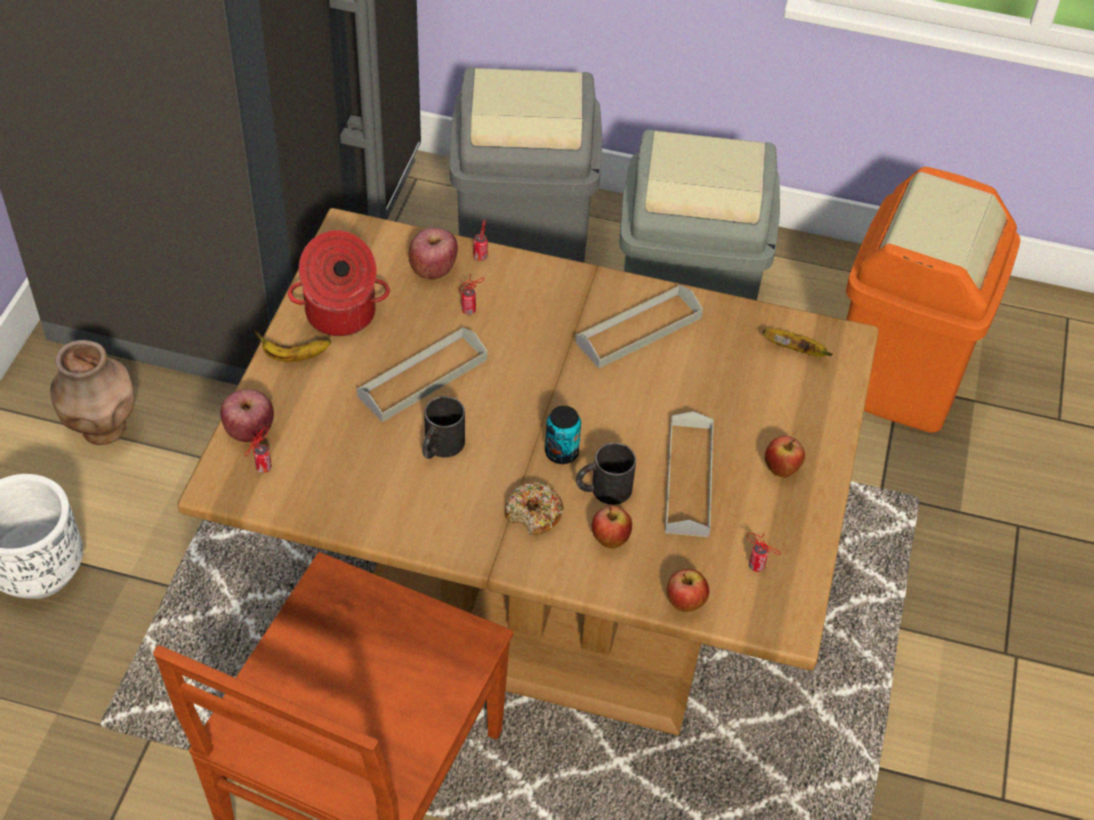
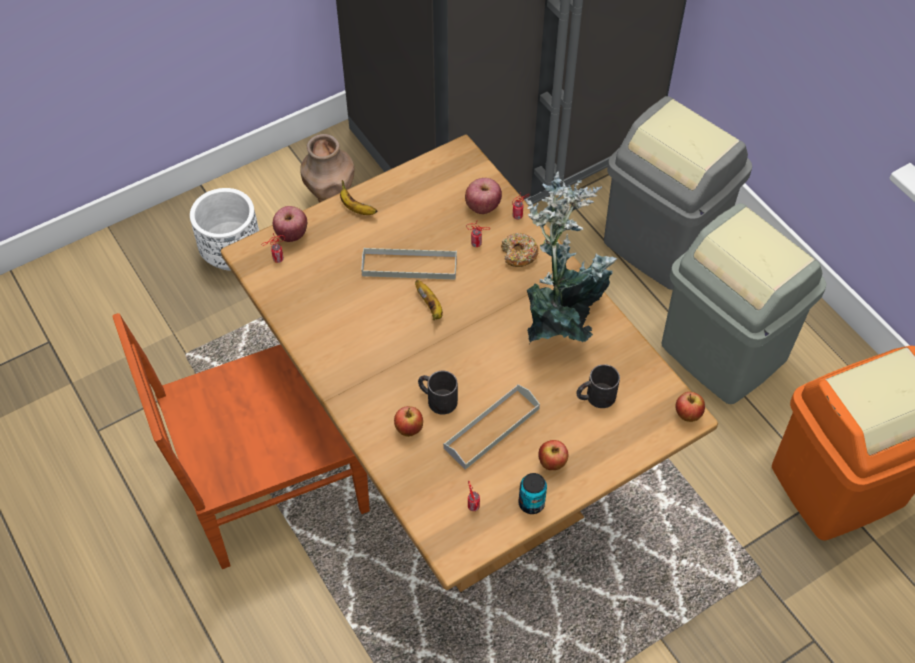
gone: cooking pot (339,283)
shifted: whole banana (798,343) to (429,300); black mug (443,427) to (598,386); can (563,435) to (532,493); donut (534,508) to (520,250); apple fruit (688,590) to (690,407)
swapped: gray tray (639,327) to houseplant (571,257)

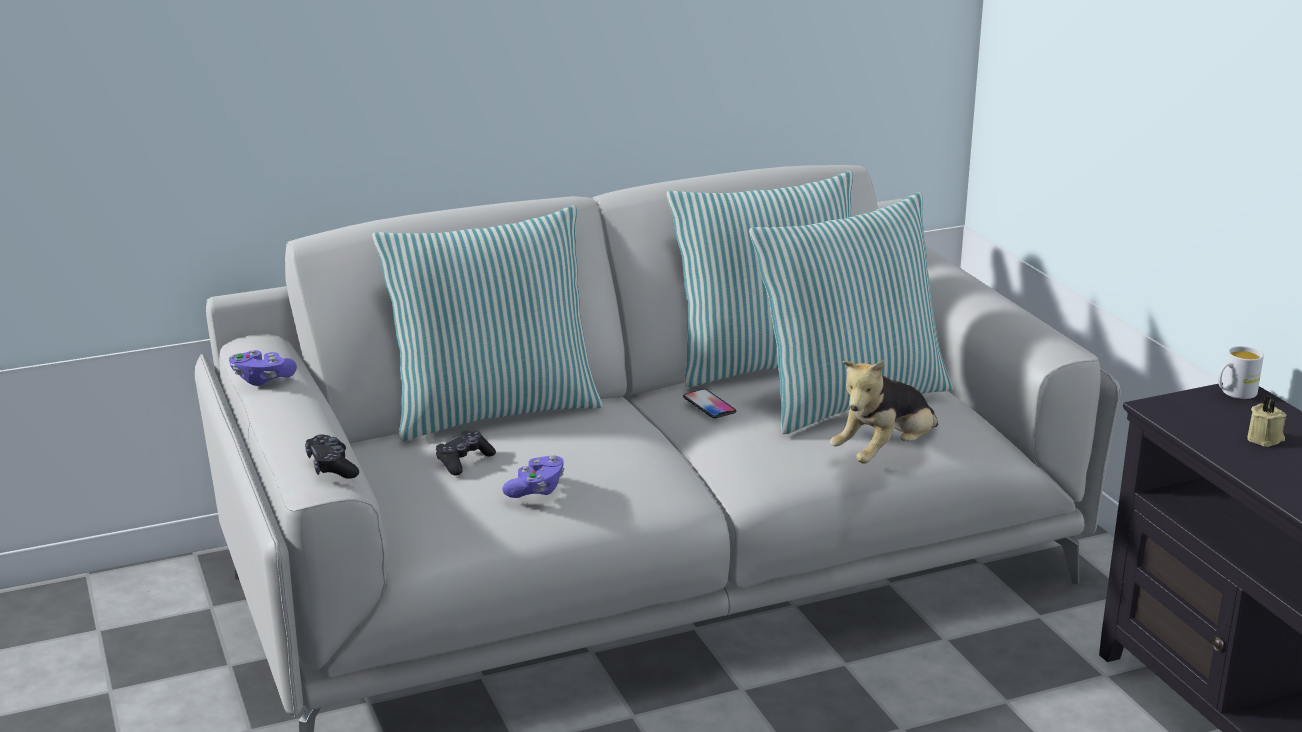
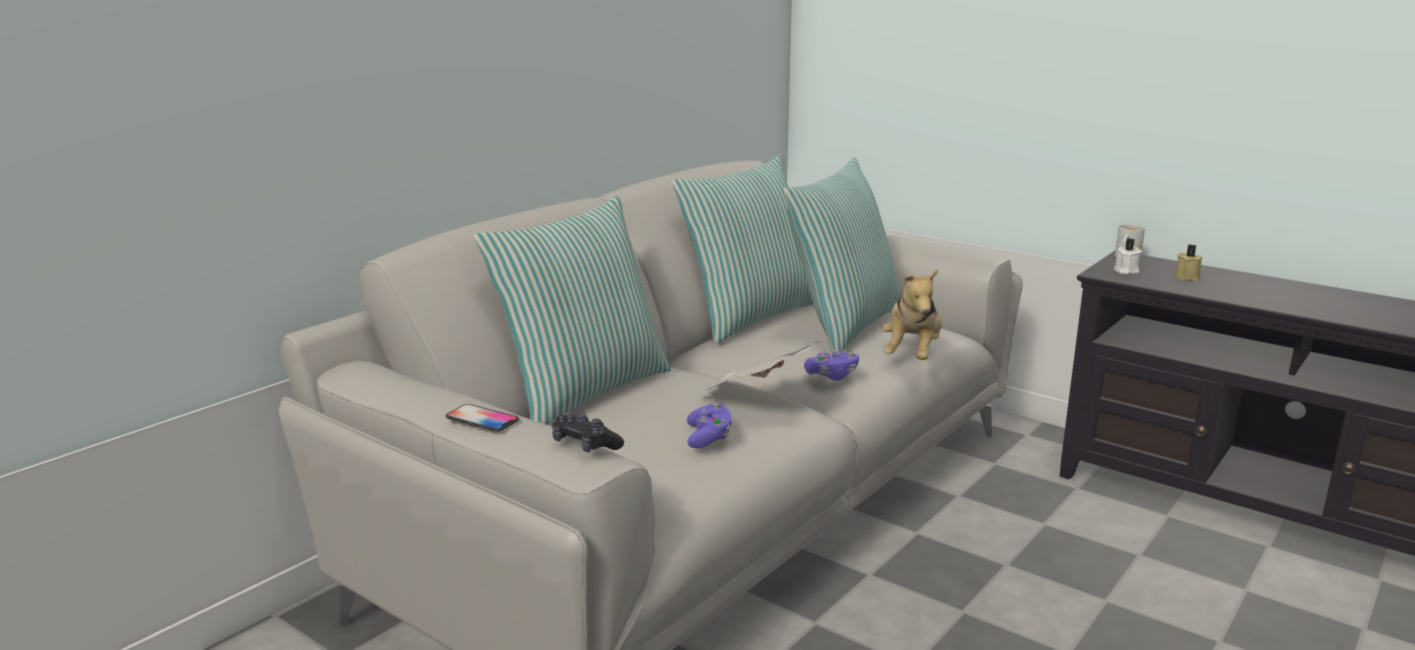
gone: black game controller (466,453)
new: whitish wax light (1127,256); daily paper (763,365)
shifted: purple game controller (263,368) to (831,366); phone (709,403) to (482,418)

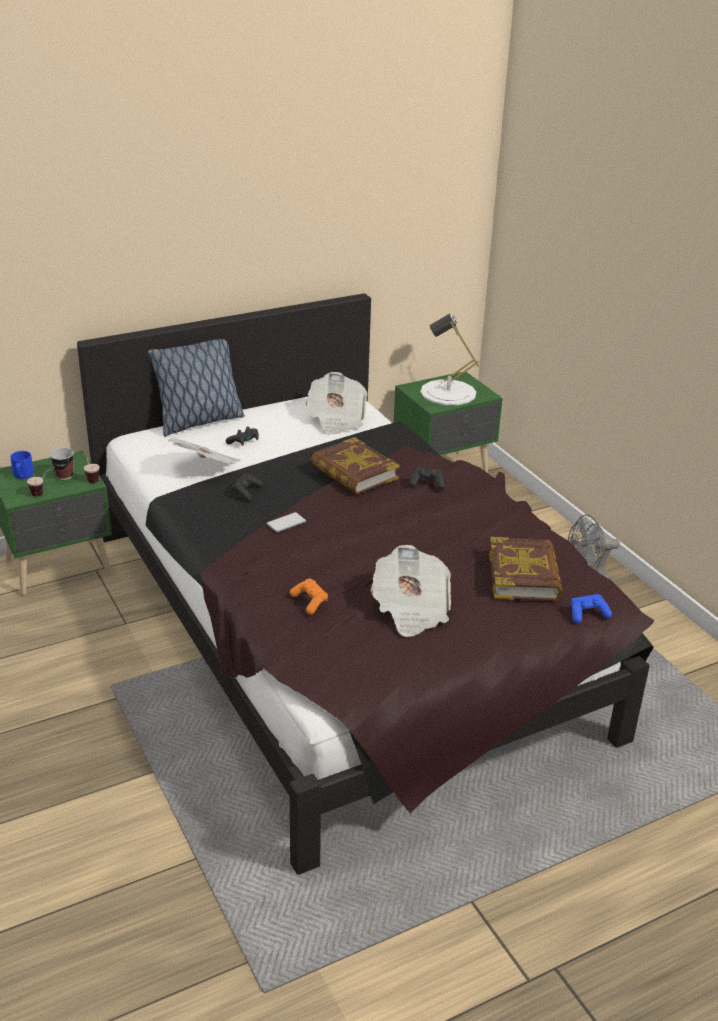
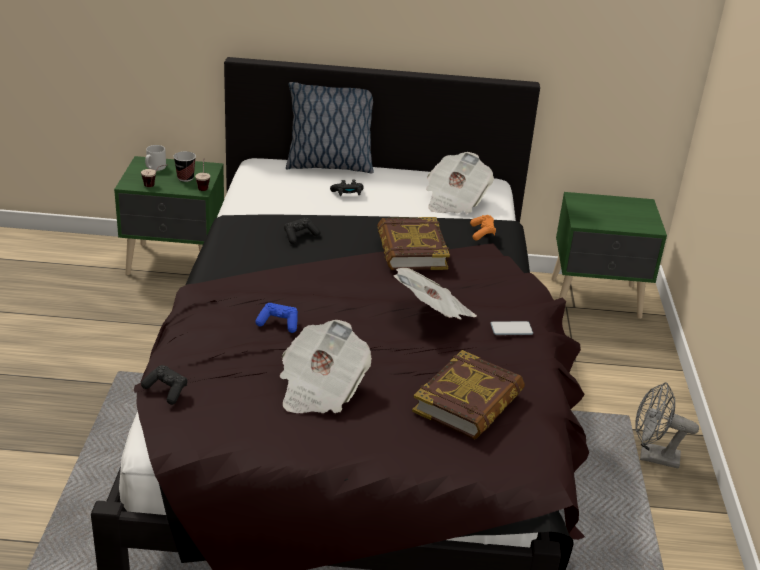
gone: whitish table lamp (449,359)
shifted: daily paper (204,451) to (435,293); black game controller (427,478) to (164,385); phone (286,522) to (511,328); orange game controller (309,597) to (483,228); bluish game controller (591,609) to (277,318)
repainted: bluish mug (22,465) to gray mug (155,158)

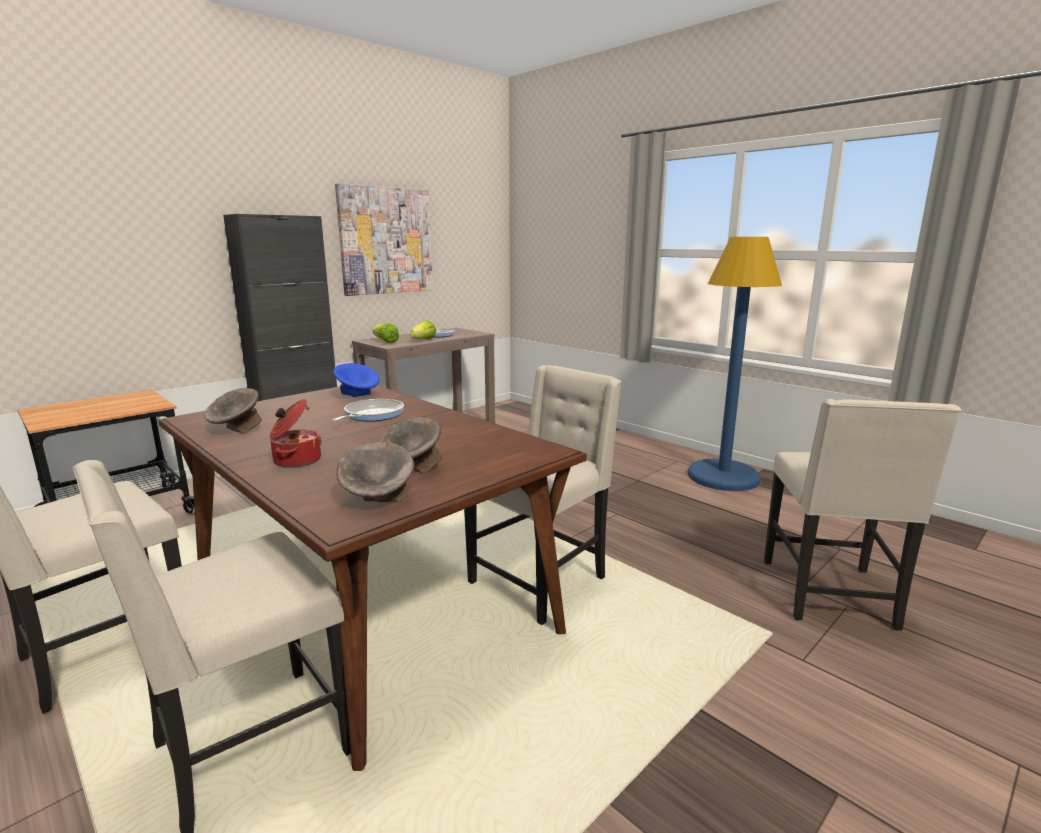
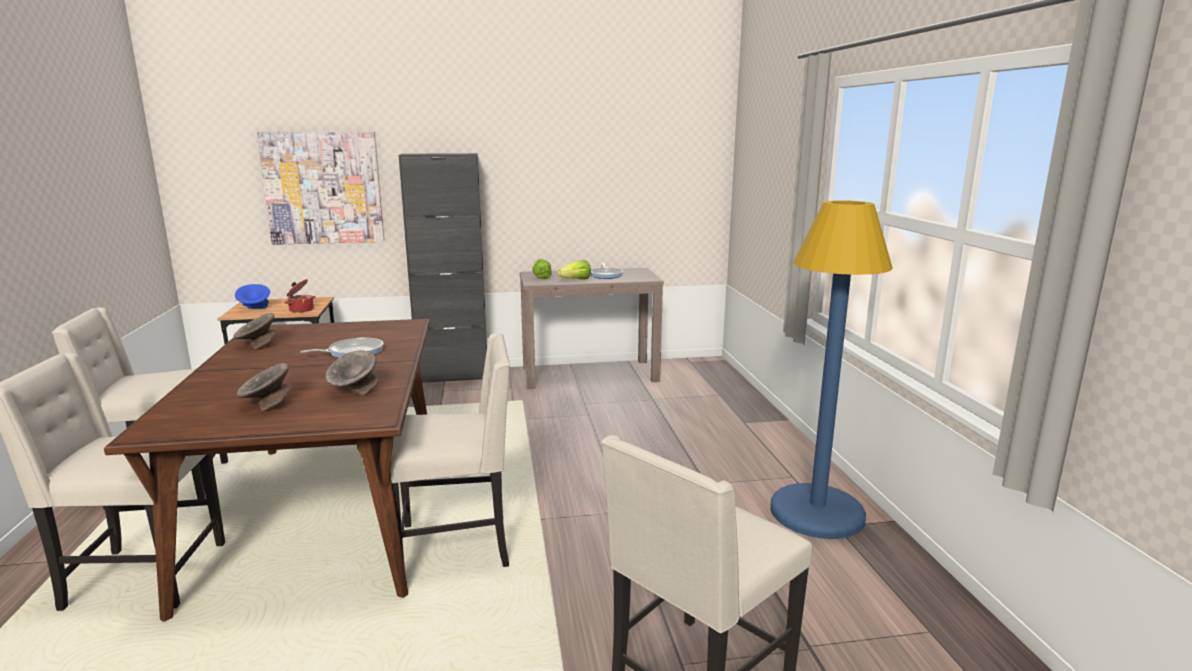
shifted: wall picture (384,239) to (320,188); bluish bowl (356,380) to (252,296); cooking pot (296,433) to (300,296); gray bowl (375,472) to (352,372)

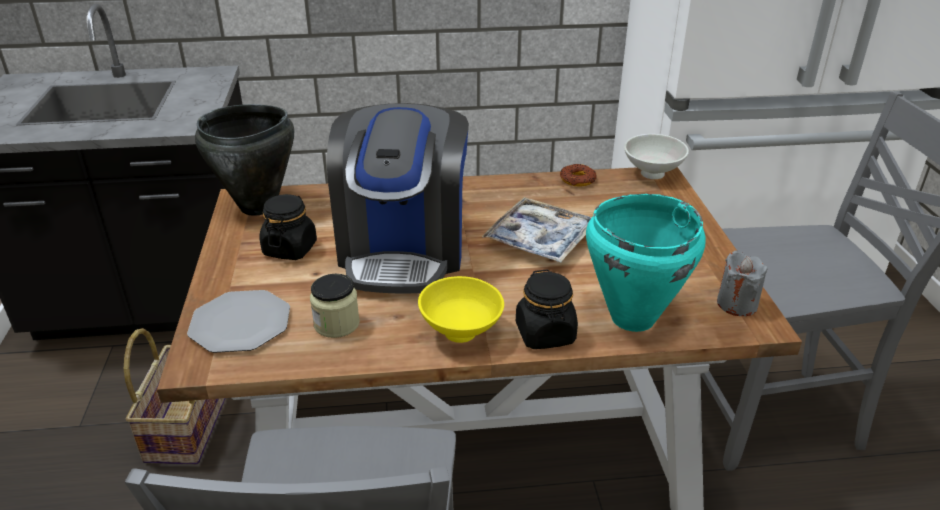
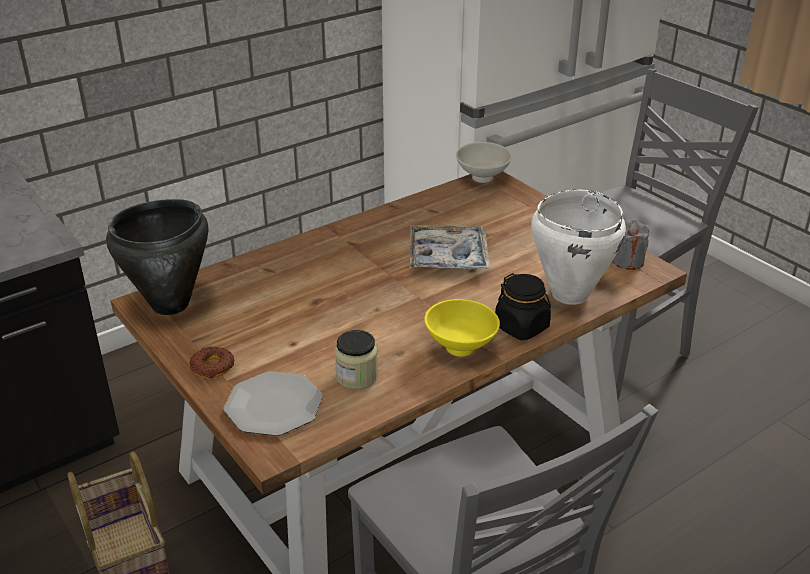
gone: coffee machine (398,198); black storage jar (288,227)
shifted: donut (578,175) to (212,362)
repainted: blue-green cooking pot (646,263) to whitish cooking pot (578,247)

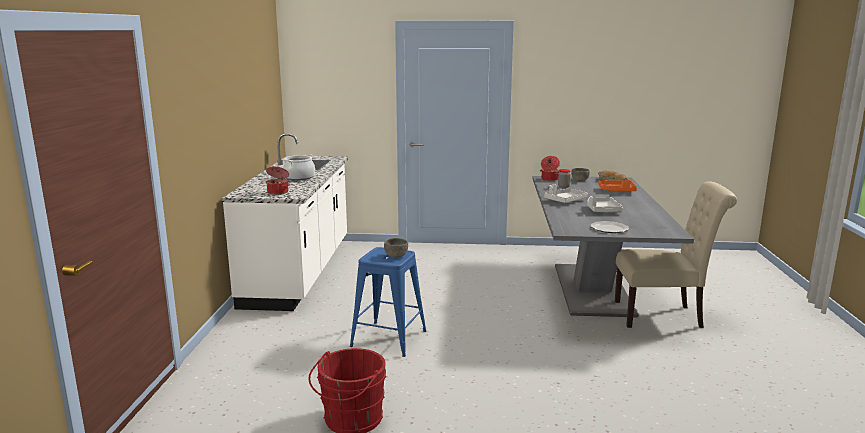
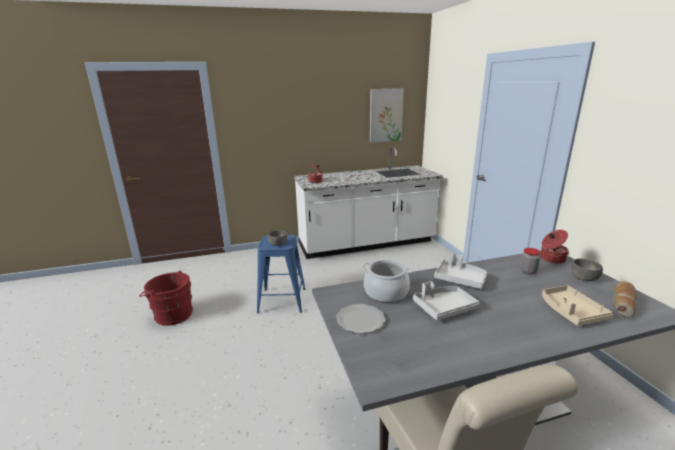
new: wall picture (387,115)
shifted: cooking pot (298,167) to (387,281)
repainted: orange tray (618,186) to beige-coloured tray (577,305)

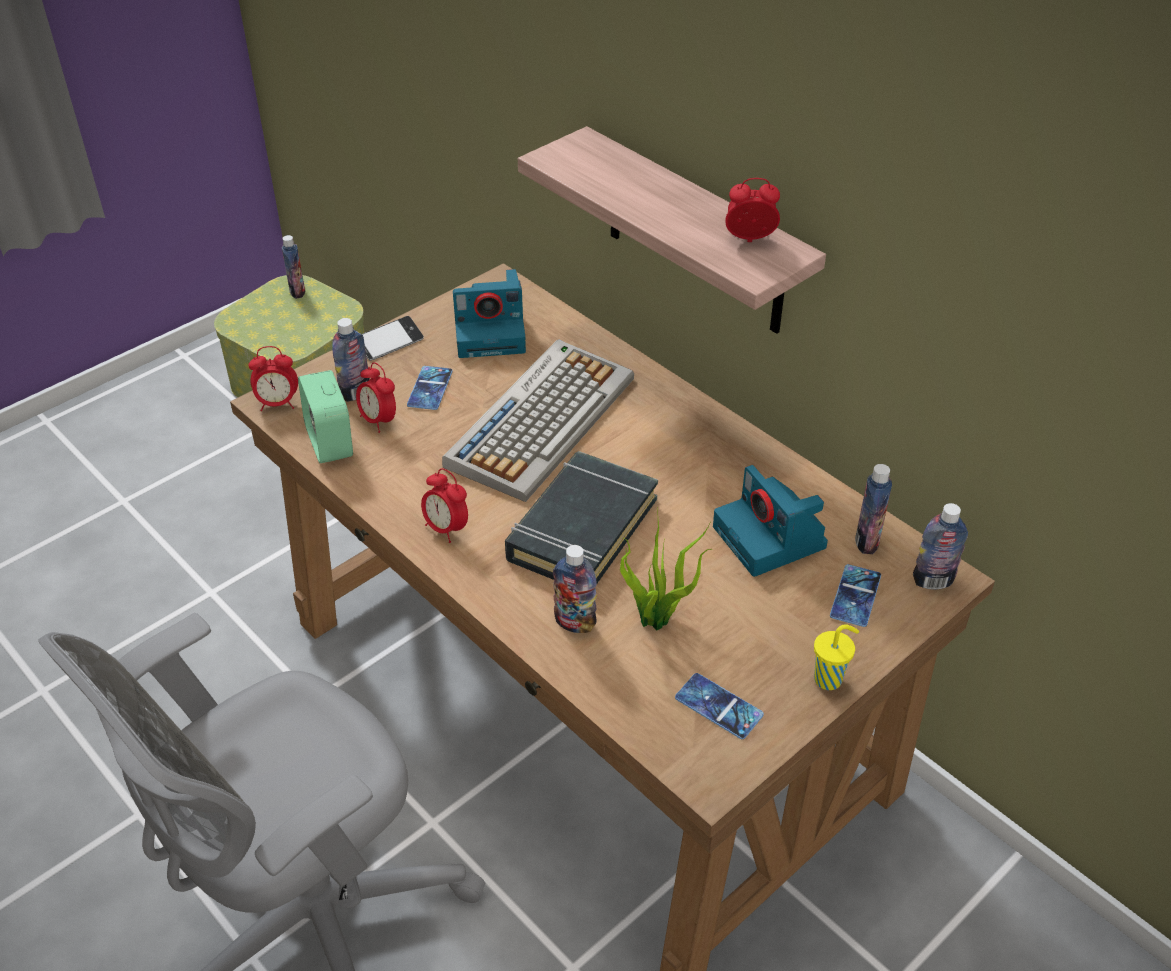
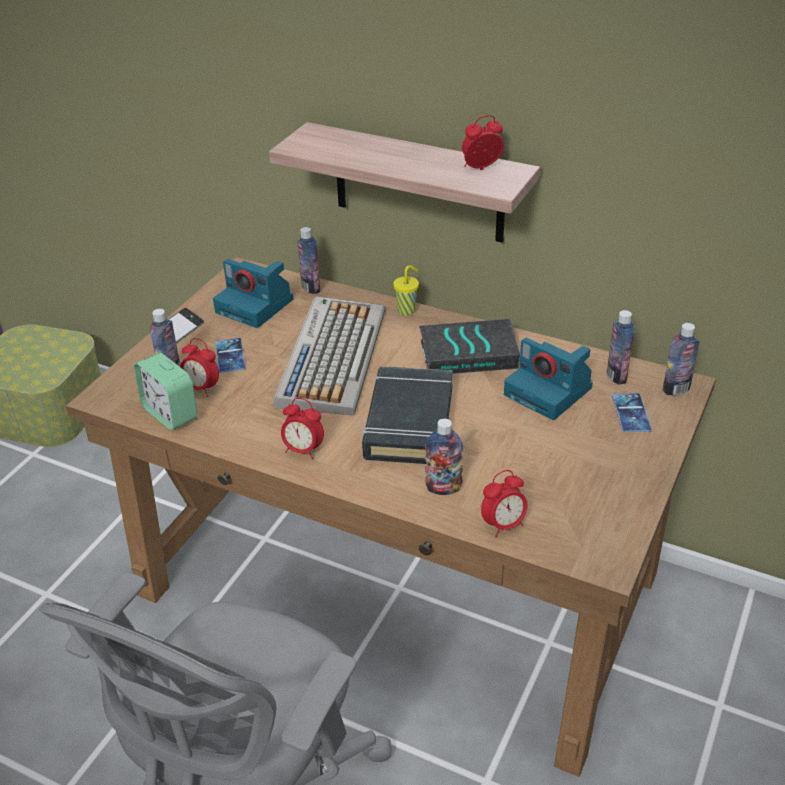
gone: houseplant (665,568); phone (719,706)
new: volume (469,346)
shifted: drink bottle (293,267) to (308,260); bedside clock (273,378) to (504,503); yellowish drinking cup (836,657) to (406,290)
rotated: still camera (489,313) = (253,293) 60 degrees clockwise

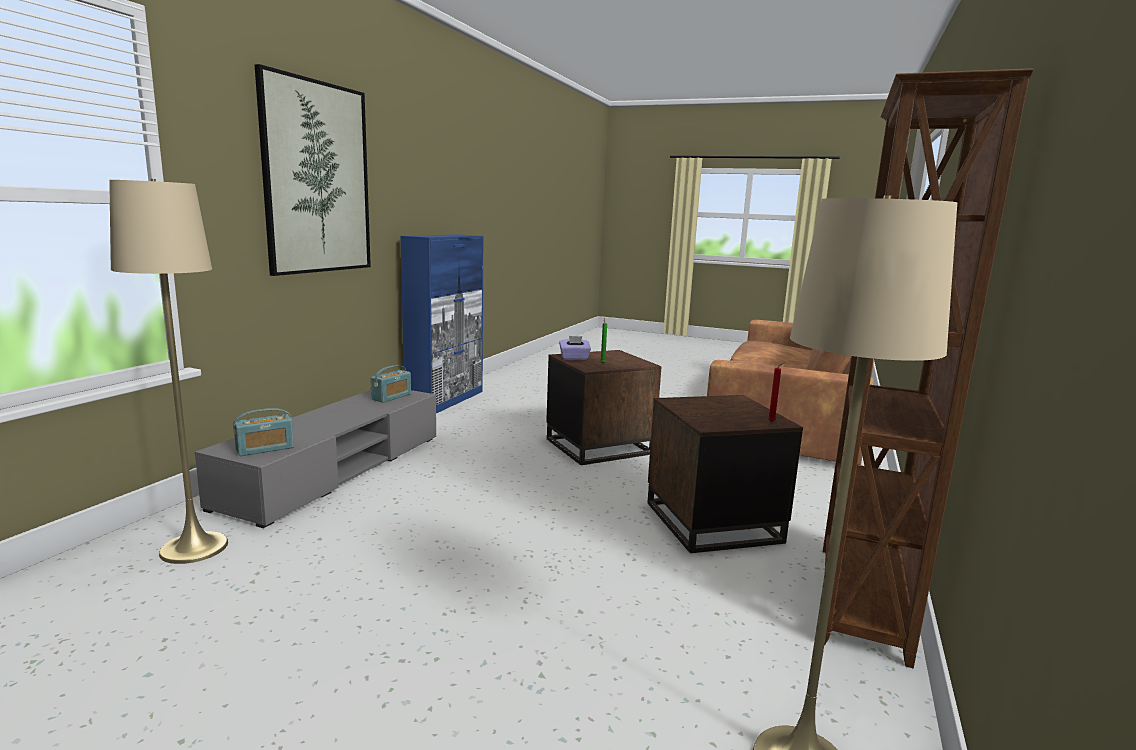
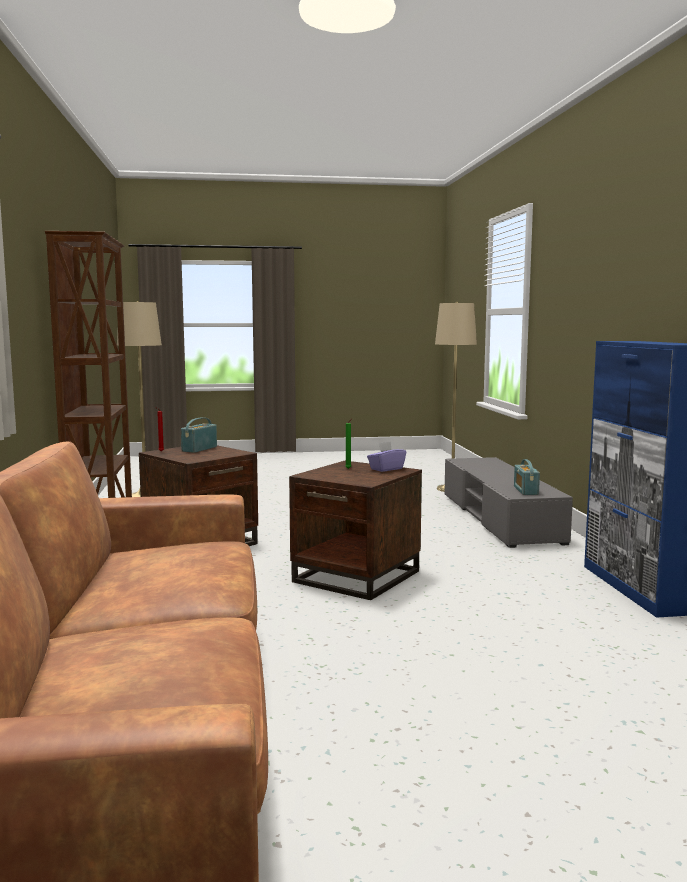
gone: wall picture (313,170)
shifted: radio receiver (263,432) to (199,435)

